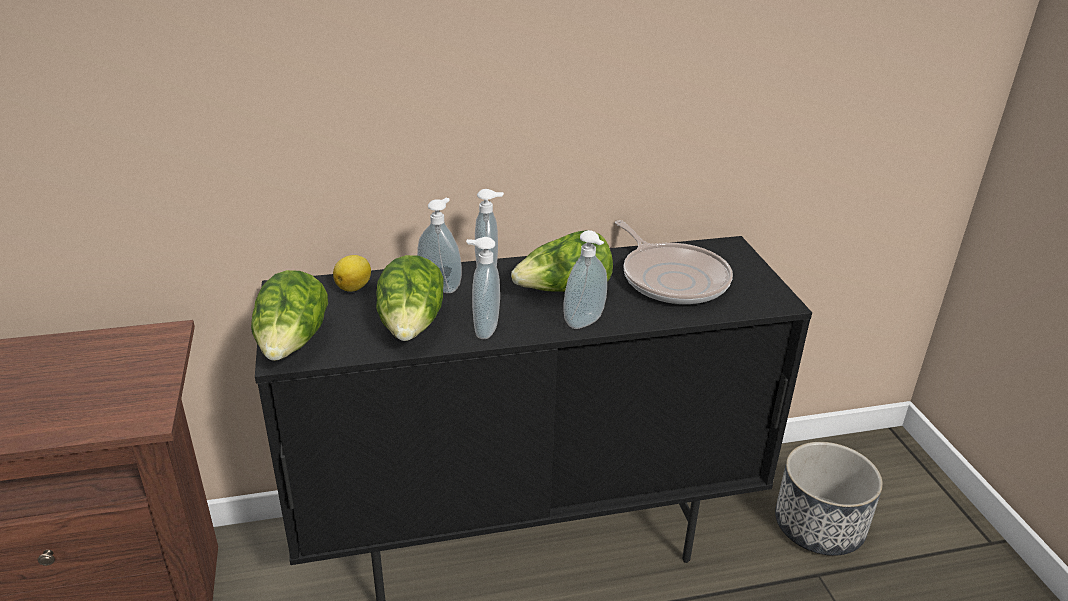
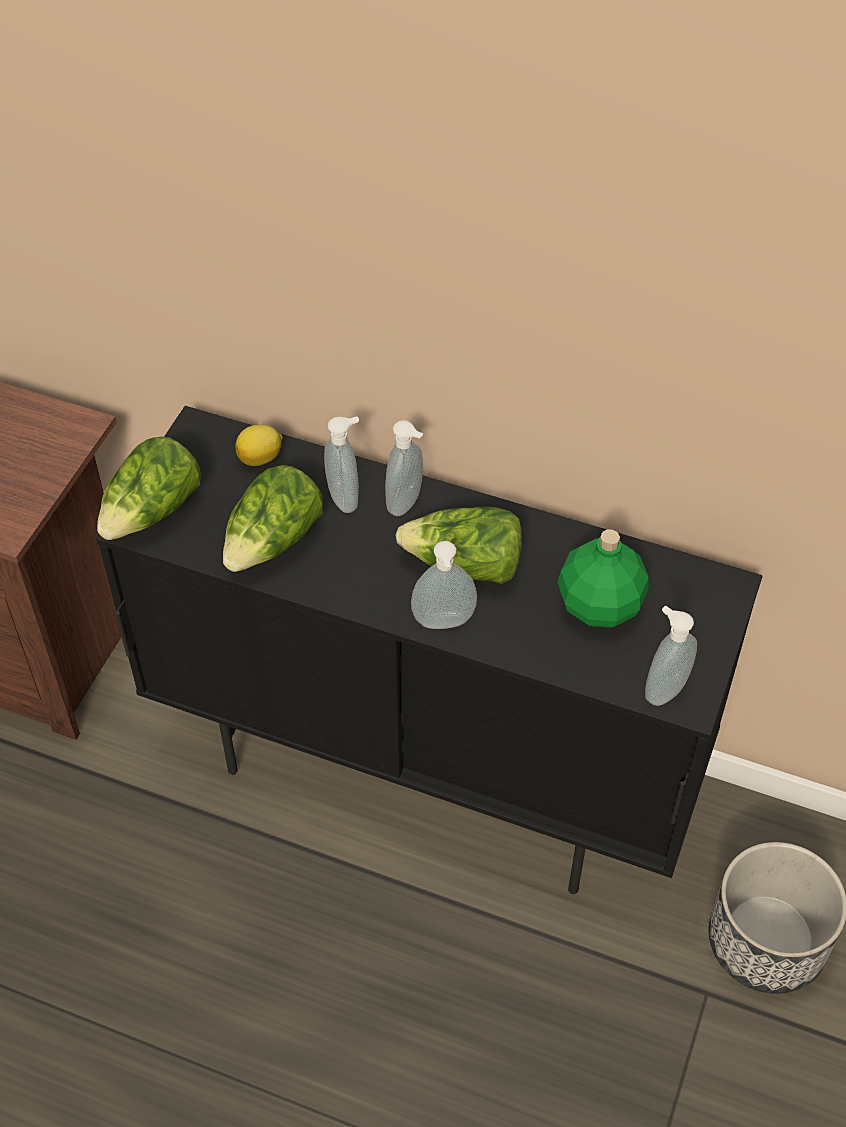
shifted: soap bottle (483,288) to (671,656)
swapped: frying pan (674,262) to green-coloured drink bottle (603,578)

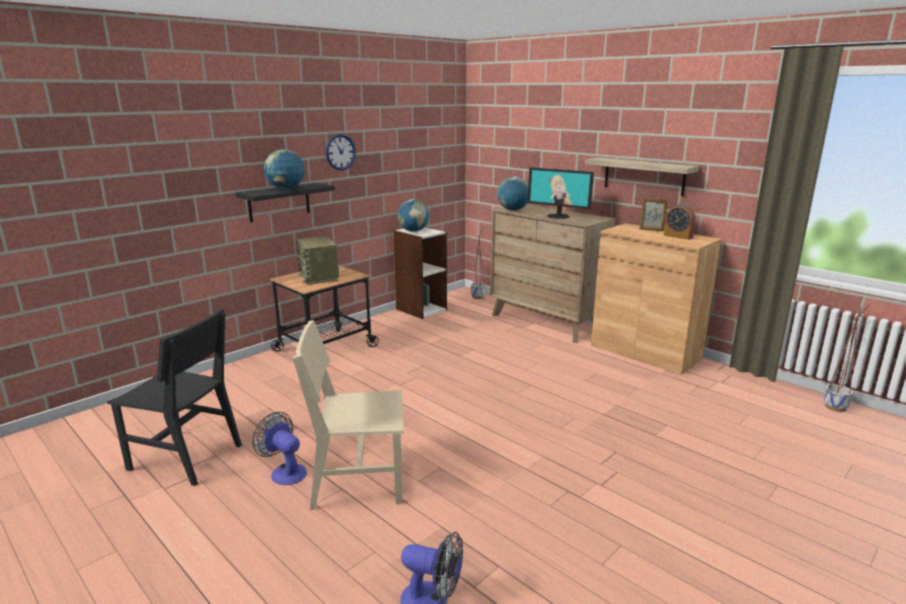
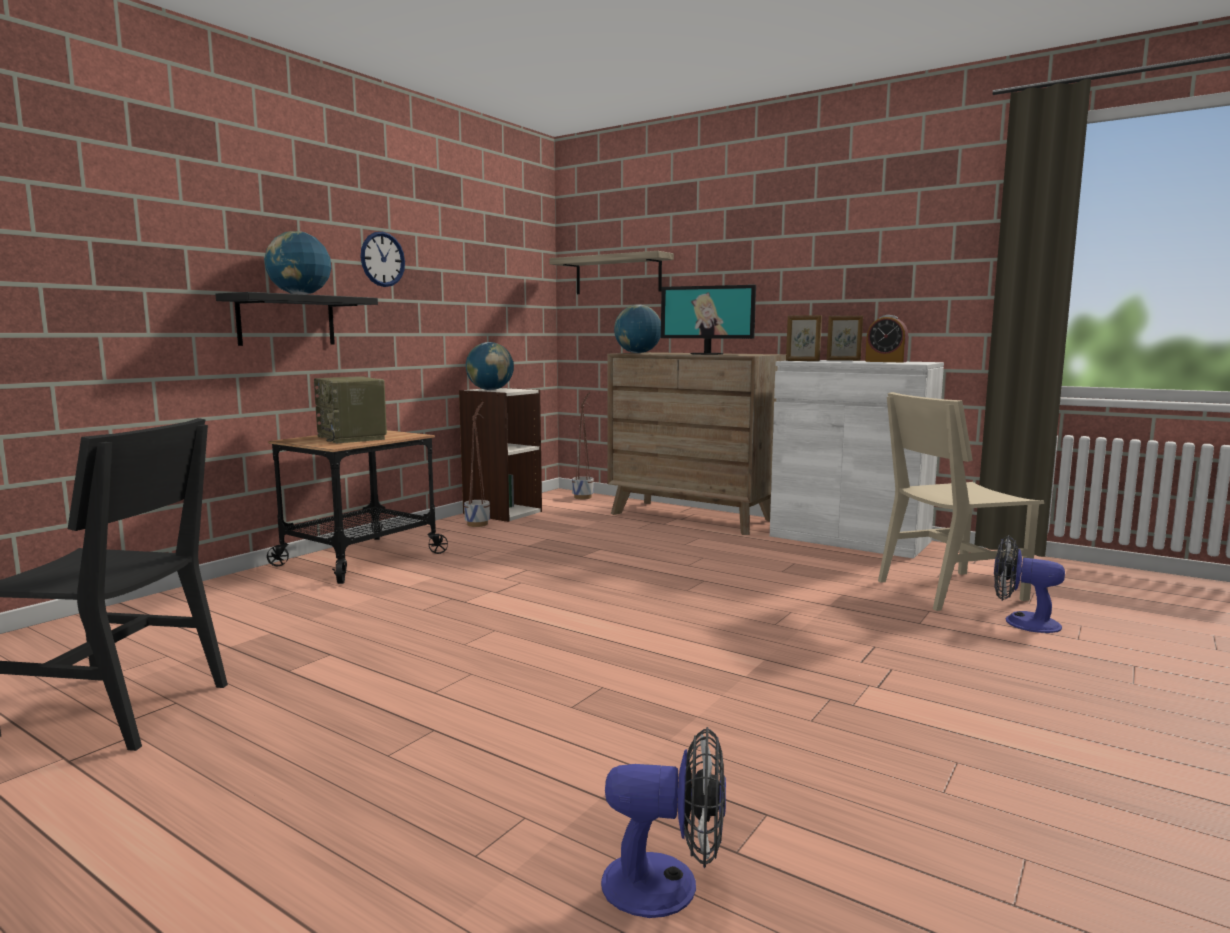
new: photo frame (804,338)
shifted: wall shelf (642,176) to (611,272); plant pot (846,358) to (477,464); beige-coloured chair (348,415) to (961,501); fan (279,448) to (1029,584)
repainted: brownish cabinet (656,299) to whitish cabinet (857,459)

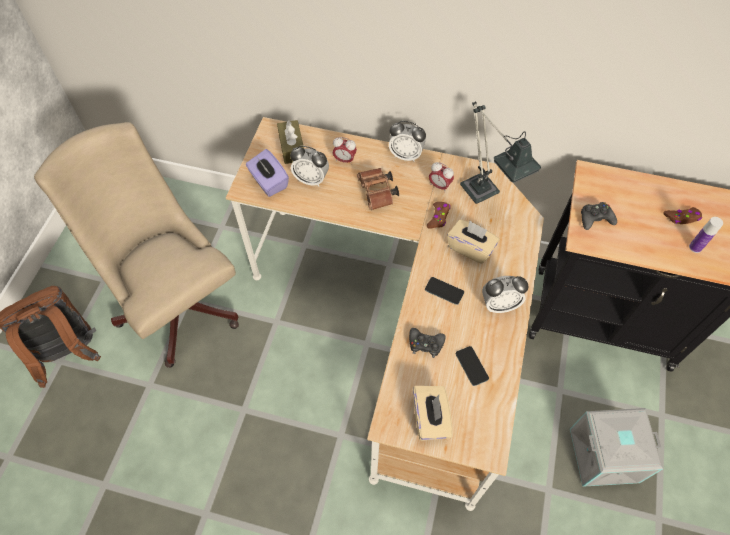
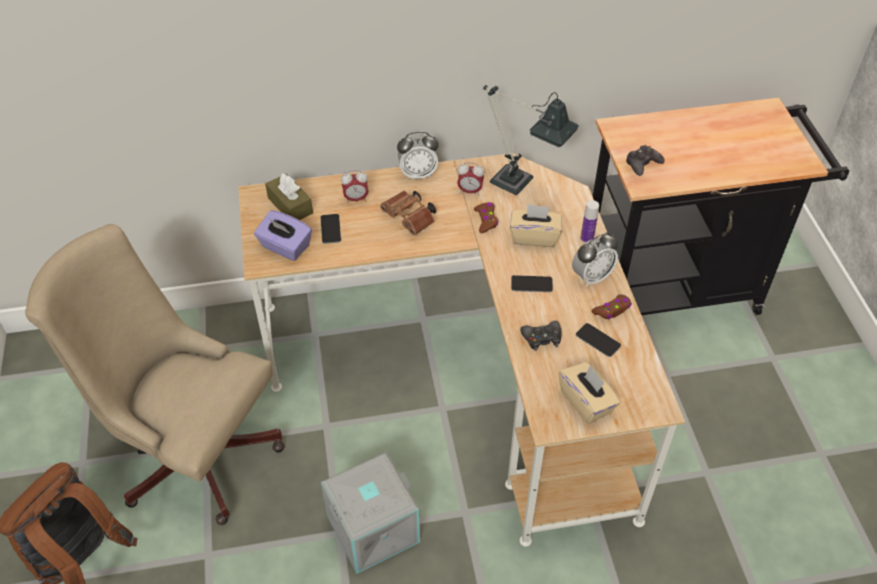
shifted: brownish game controller (682,215) to (612,306); drink bottle (706,235) to (590,221); gray storage bin (616,447) to (370,513)
swapped: bedside clock (309,166) to phone (330,229)

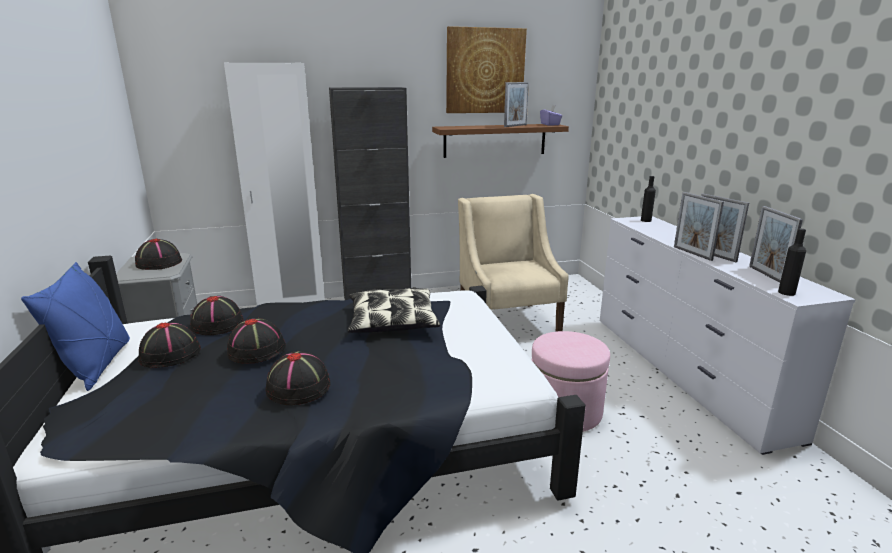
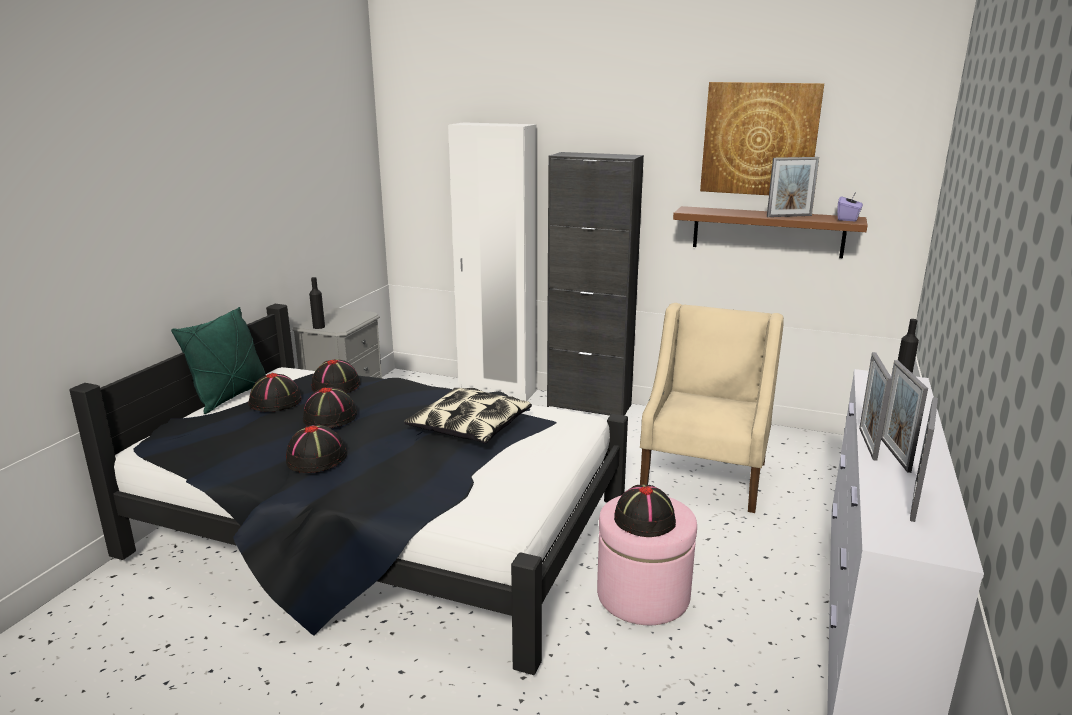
shifted: black drink bottle (792,262) to (317,303); black clothing hat (158,254) to (645,510)
repainted: bluish throw pillow (75,326) to green-coloured throw pillow (218,360)

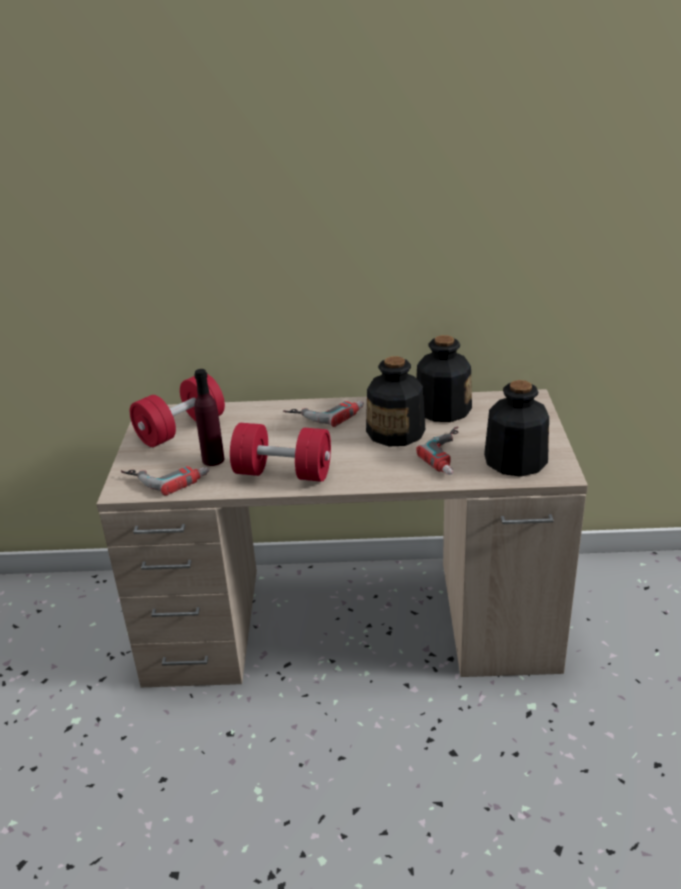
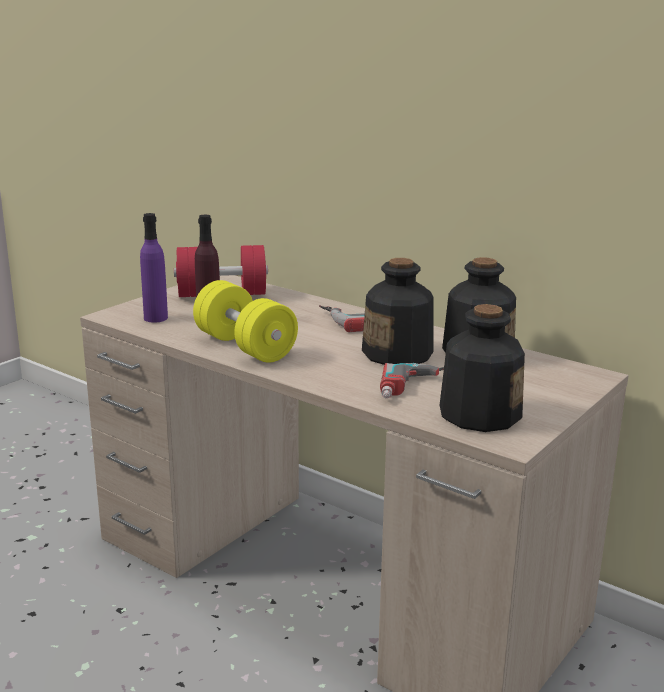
swapped: electric drill (165,480) to purple drink bottle (154,268)
repainted: red dumbbell (280,452) to yellowish dumbbell (245,321)

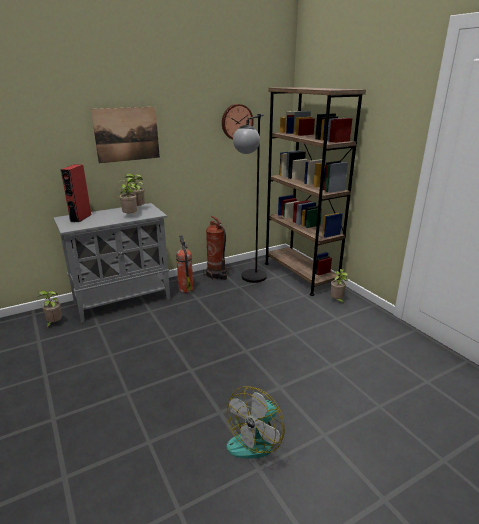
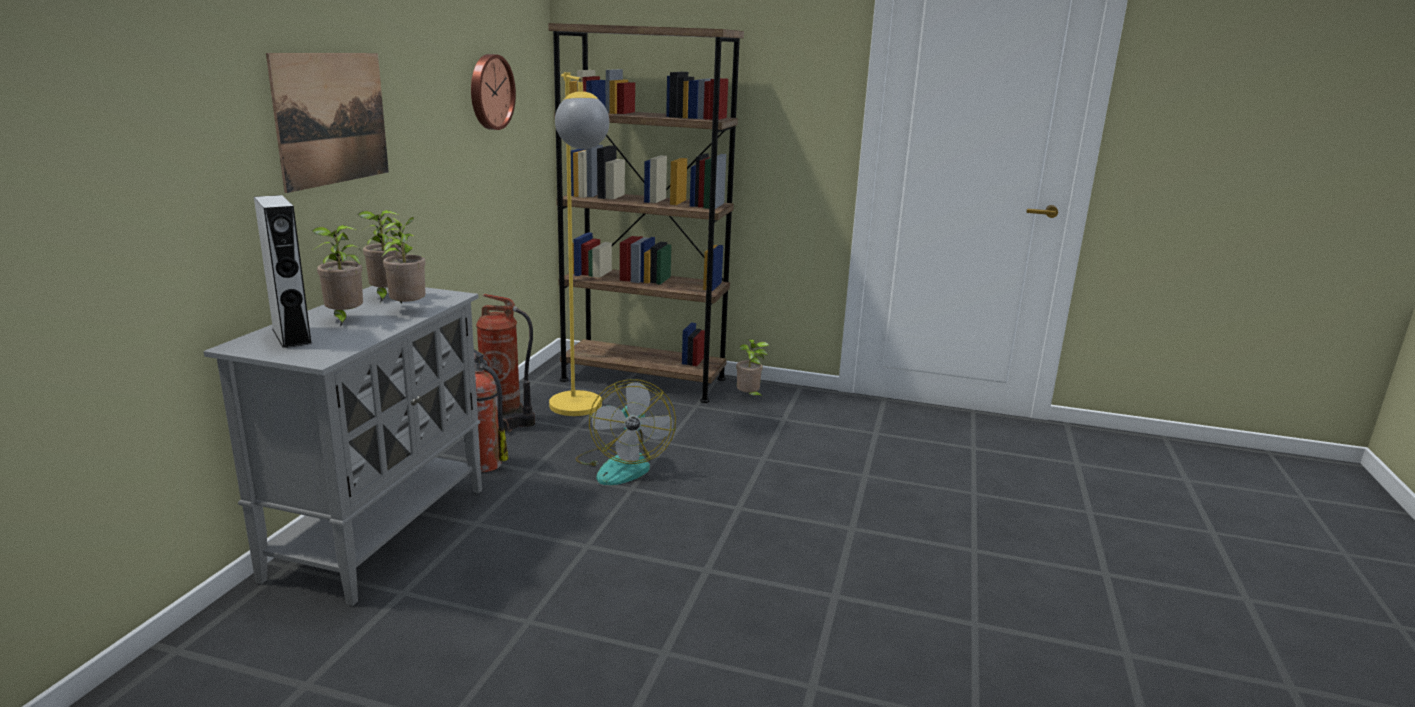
shifted: houseplant (50,309) to (337,276); fan (256,423) to (626,432)
repainted: black standing lamp (250,198) to yellowish standing lamp (579,244); red speaker (75,193) to gray speaker (283,271)

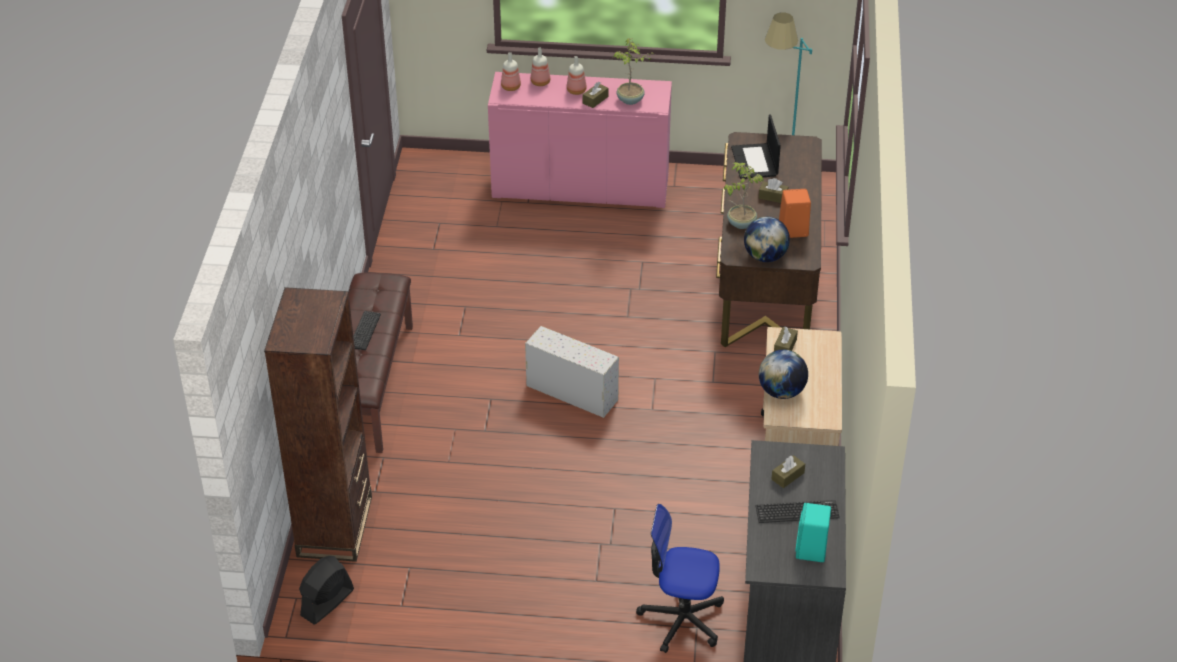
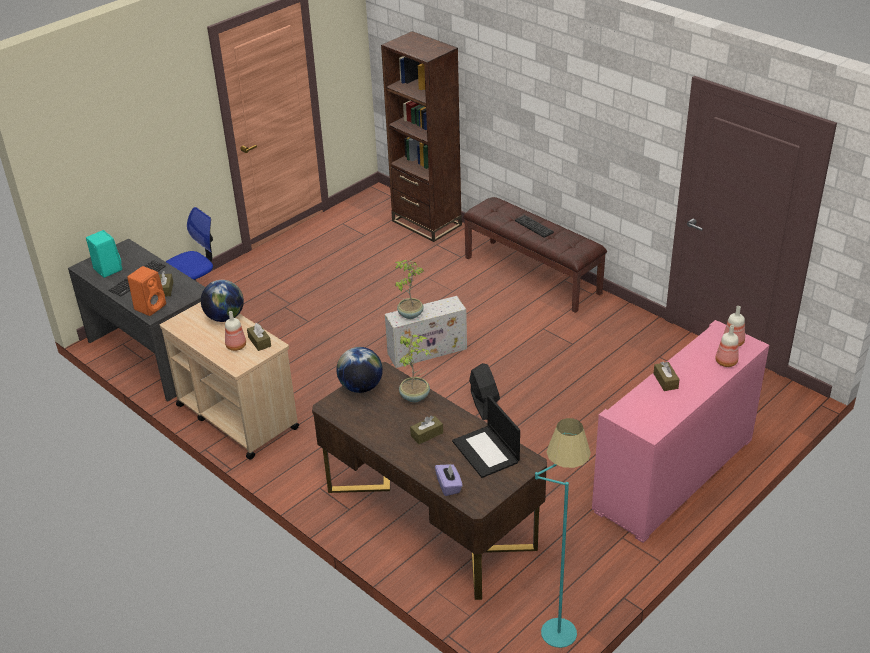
new: purple box of tissues (449,480)
shifted: houseplant (633,71) to (409,289); drink bottle (577,75) to (235,331); orange speaker (795,213) to (146,291); black fan (326,590) to (484,391)
rotated: portable computer (756,146) = (486,436) 150 degrees counterclockwise

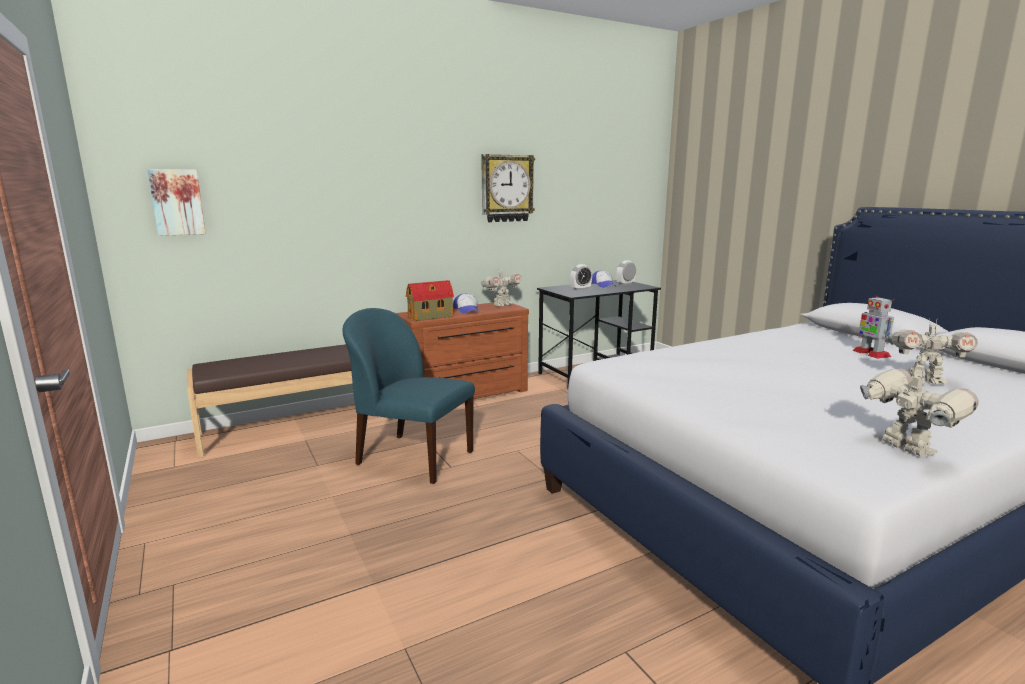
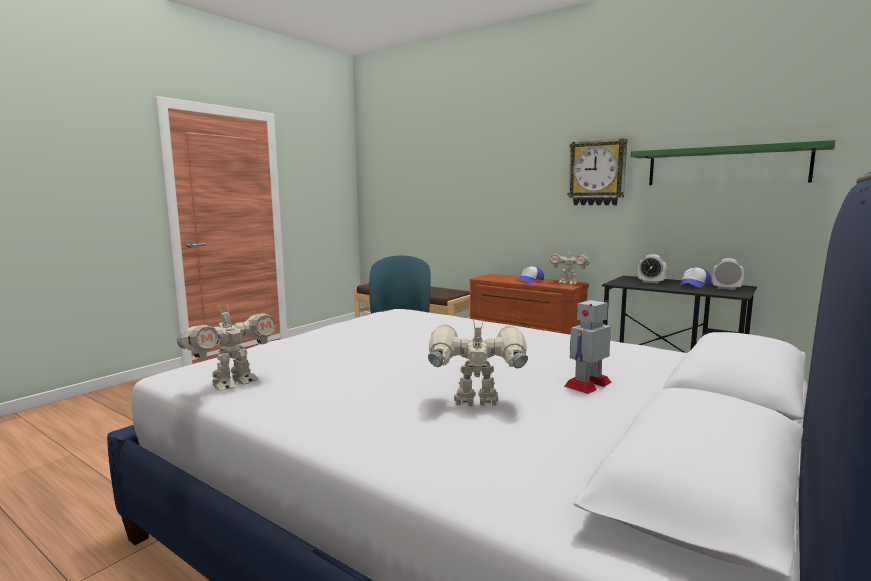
gone: wall picture (177,202); model house (430,300)
new: green-coloured wall shelf (733,162)
rotated: robot figure (933,351) = (478,362) 105 degrees clockwise

